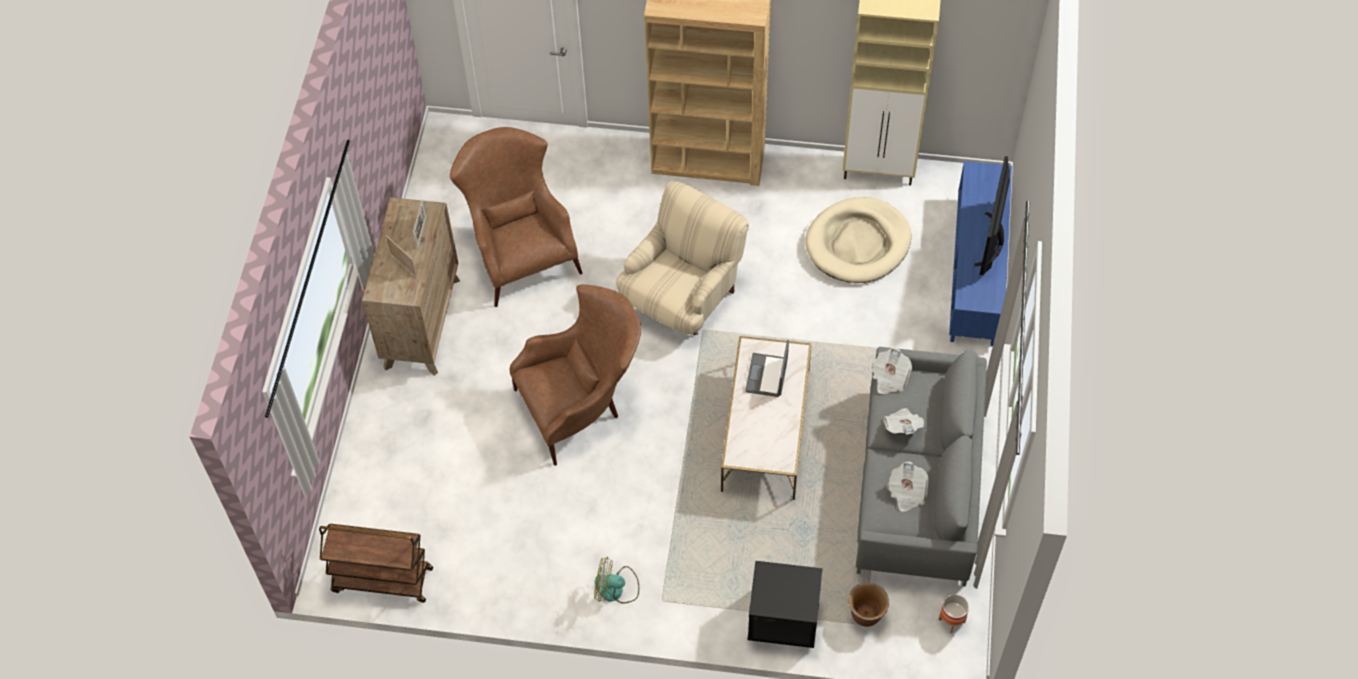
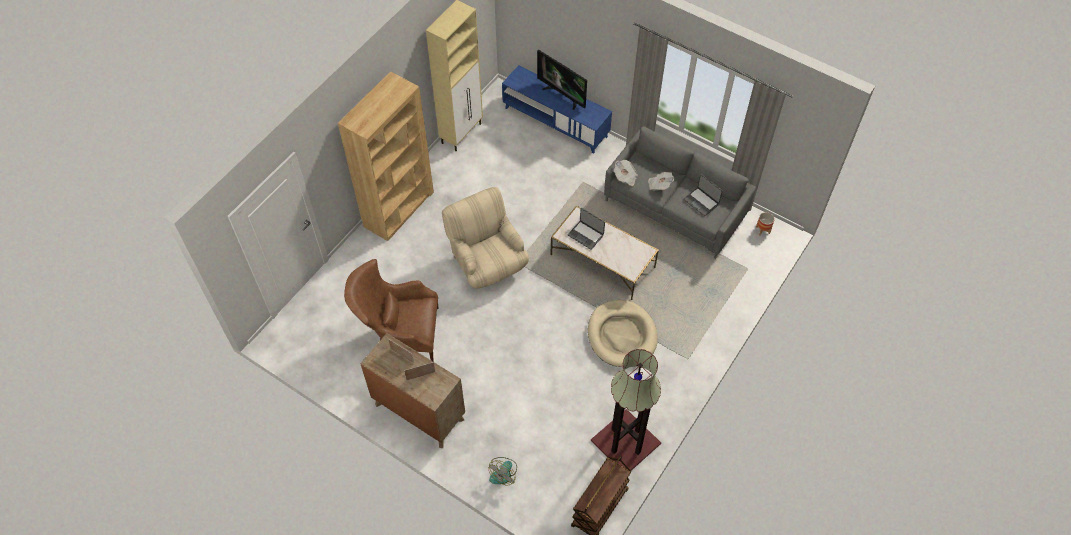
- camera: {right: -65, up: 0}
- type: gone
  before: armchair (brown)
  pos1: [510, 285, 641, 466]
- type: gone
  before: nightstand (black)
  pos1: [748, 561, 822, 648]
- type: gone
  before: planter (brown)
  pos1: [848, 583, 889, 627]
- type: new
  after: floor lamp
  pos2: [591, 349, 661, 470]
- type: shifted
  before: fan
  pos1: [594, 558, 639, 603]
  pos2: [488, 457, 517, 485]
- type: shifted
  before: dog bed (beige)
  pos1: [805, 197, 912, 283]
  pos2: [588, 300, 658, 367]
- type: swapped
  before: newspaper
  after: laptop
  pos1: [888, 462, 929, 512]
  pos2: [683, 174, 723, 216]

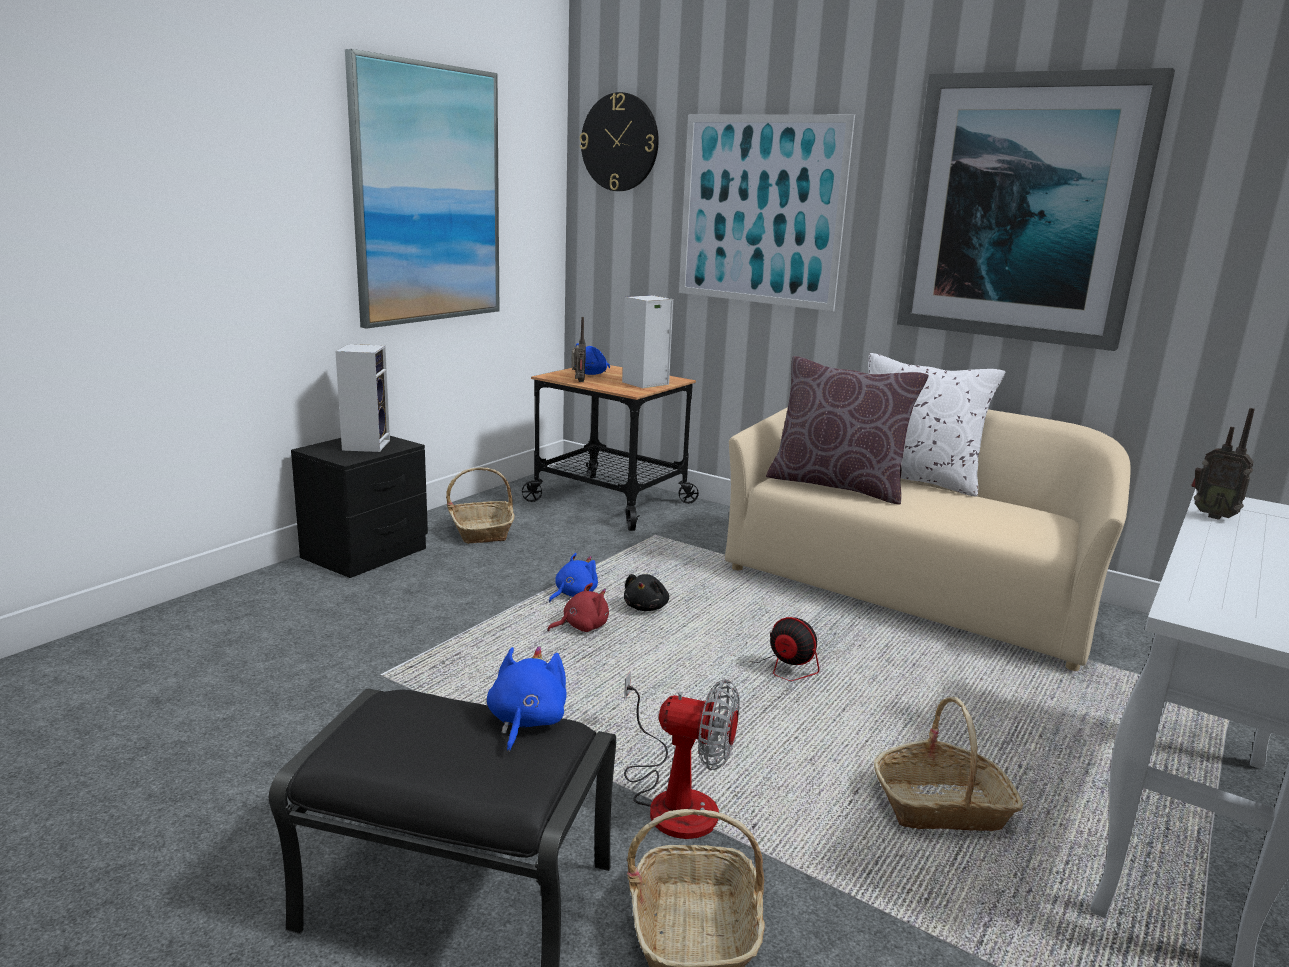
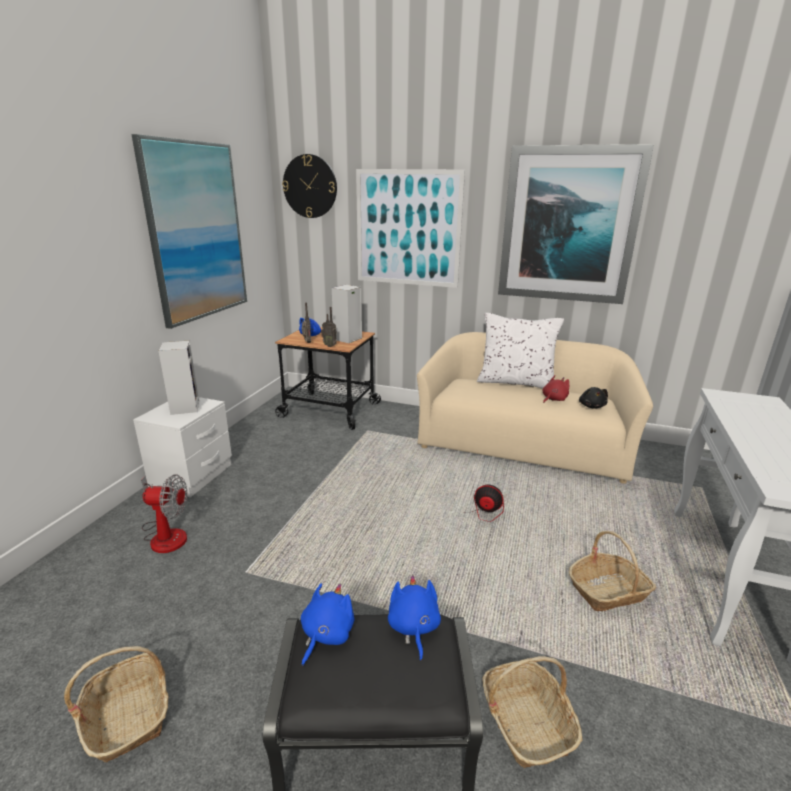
- camera: {right: -15, up: 5}
- type: gone
  before: pillow (brown)
  pos1: [766, 356, 929, 505]
- type: shifted
  before: basket
  pos1: [446, 467, 515, 544]
  pos2: [64, 646, 168, 763]
- type: shifted
  before: plush toy (red)
  pos1: [547, 583, 609, 632]
  pos2: [542, 375, 569, 403]
- type: shifted
  before: plush toy (blue)
  pos1: [549, 553, 598, 603]
  pos2: [301, 583, 355, 666]
- type: shifted
  before: plush toy (black)
  pos1: [624, 574, 669, 611]
  pos2: [579, 387, 608, 409]
- type: shifted
  before: fan
  pos1: [624, 671, 740, 839]
  pos2: [141, 474, 187, 553]
- type: shifted
  before: radio
  pos1: [1191, 408, 1255, 520]
  pos2: [321, 307, 337, 347]
- type: repainted
  before: nightstand (black)
  after: nightstand (white)
  pos1: [291, 436, 428, 578]
  pos2: [133, 397, 232, 498]

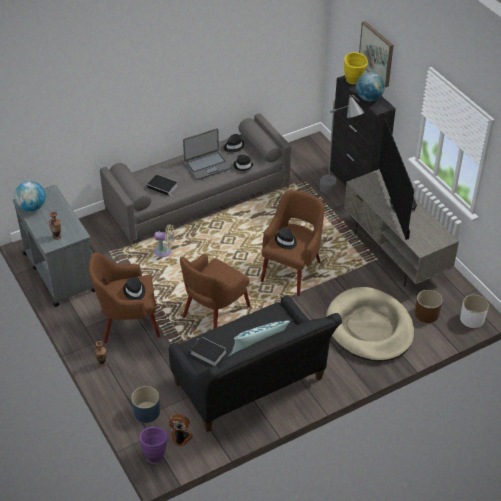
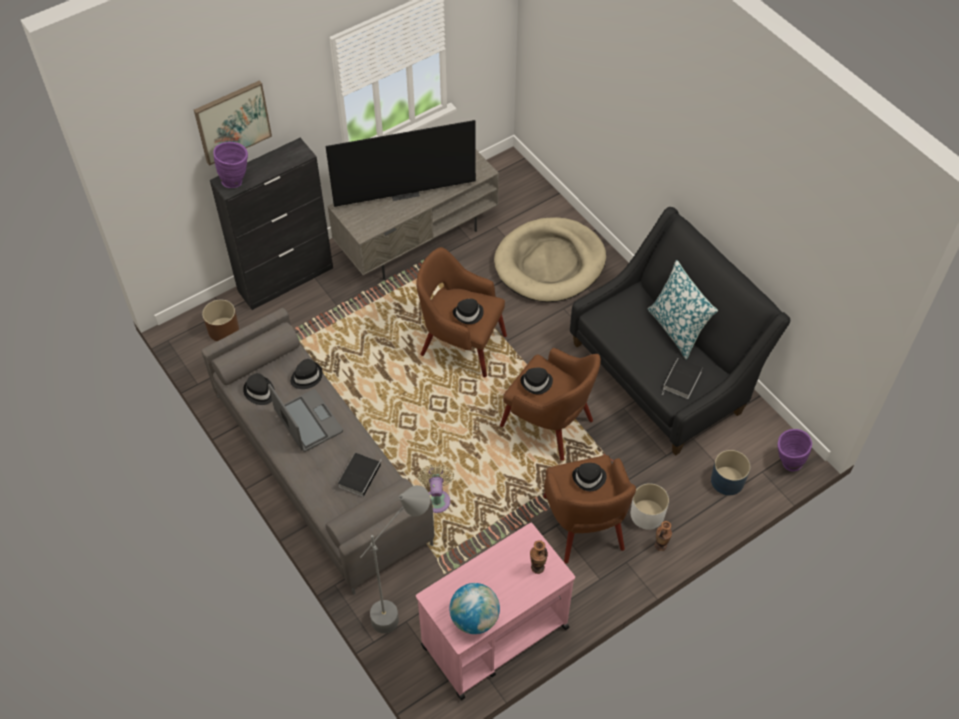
- camera: {right: -95, up: 10}
- type: gone
  before: fan
  pos1: [169, 414, 193, 447]
- type: gone
  before: globe
  pos1: [356, 72, 385, 101]
- type: new
  after: hat (black)
  pos2: [520, 368, 553, 394]
- type: shifted
  before: floor lamp (grey)
  pos1: [320, 95, 364, 194]
  pos2: [360, 485, 430, 634]
- type: shifted
  before: planter (brown)
  pos1: [415, 290, 443, 323]
  pos2: [202, 299, 239, 341]
- type: shifted
  before: planter (white)
  pos1: [460, 295, 489, 328]
  pos2: [631, 483, 669, 530]
- type: repainted
  before: cart (grey)
  after: cart (pink)
  pos1: [13, 185, 95, 307]
  pos2: [416, 523, 575, 700]
- type: repainted
  before: vase (yellow)
  after: vase (purple)
  pos1: [344, 52, 368, 84]
  pos2: [213, 142, 248, 188]

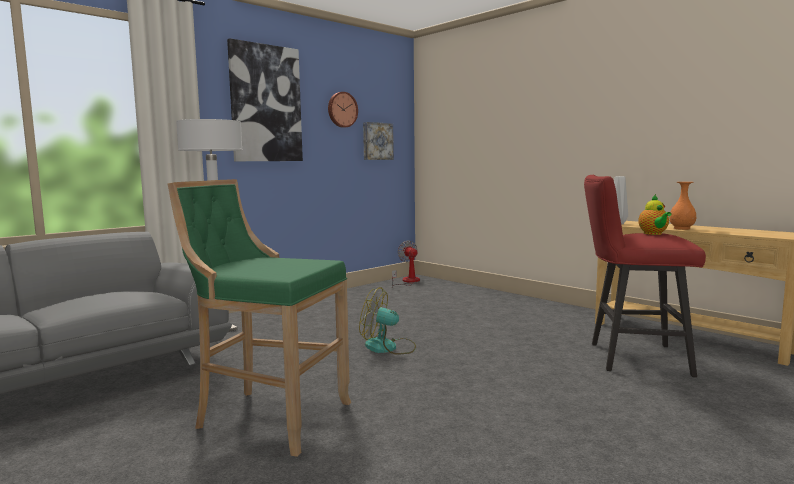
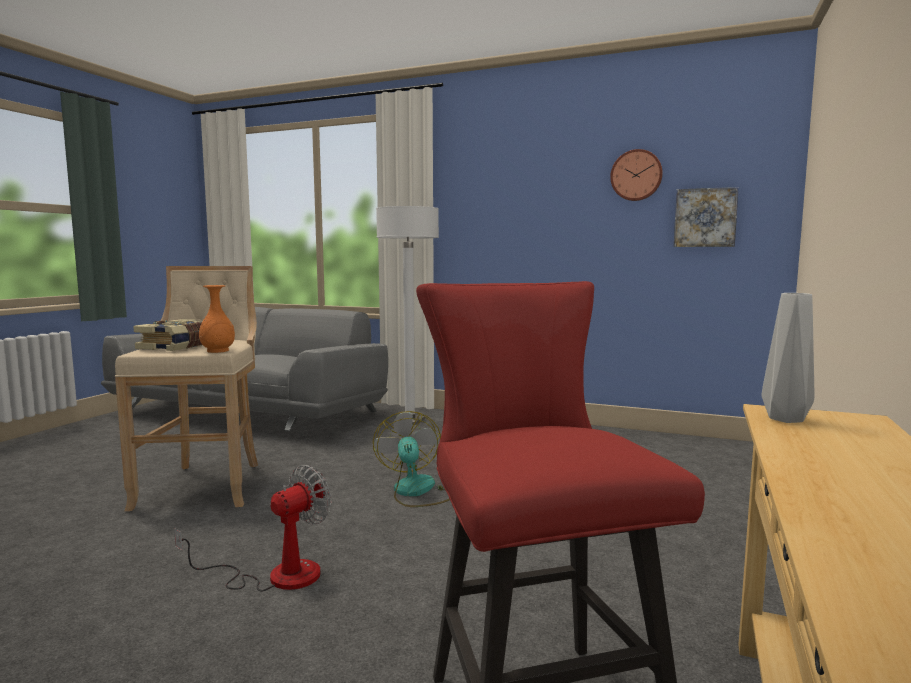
- camera: {right: 65, up: 0}
- type: gone
  before: picture
  pos1: [227, 38, 303, 161]
- type: gone
  before: teapot
  pos1: [638, 194, 672, 235]
- type: new
  after: book
  pos2: [133, 319, 203, 351]
- type: shifted
  before: fan
  pos1: [392, 240, 420, 288]
  pos2: [174, 465, 331, 592]
- type: shifted
  before: vase (orange)
  pos1: [669, 182, 696, 230]
  pos2: [199, 285, 235, 353]
- type: repainted
  before: stool (green)
  after: stool (beige)
  pos1: [168, 179, 351, 457]
  pos2: [115, 266, 258, 511]

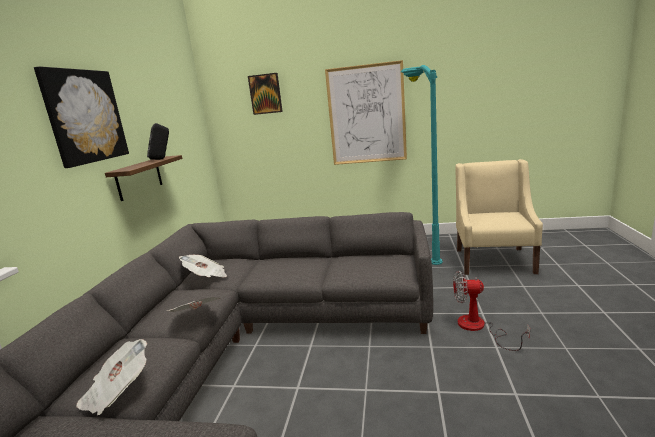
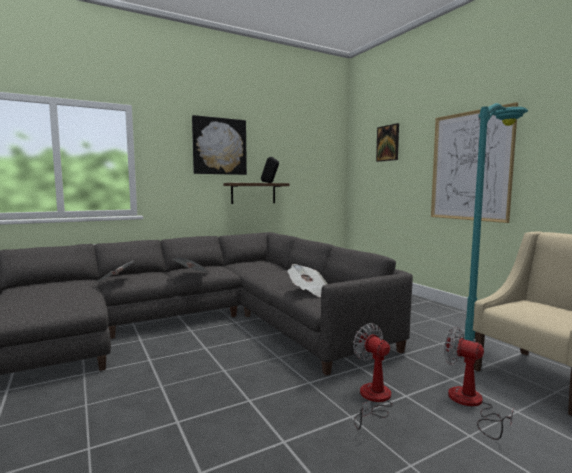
- camera: {right: 50, up: -10}
- type: new
  after: fan
  pos2: [444, 327, 513, 440]
- type: shifted
  before: newspaper
  pos1: [179, 255, 227, 277]
  pos2: [287, 264, 327, 297]

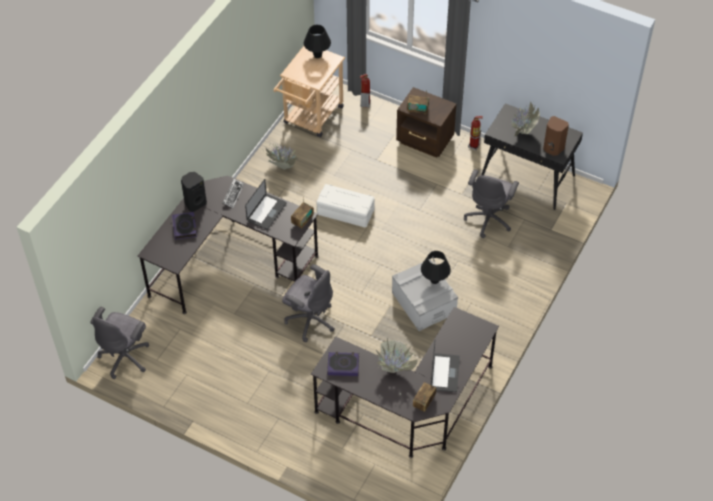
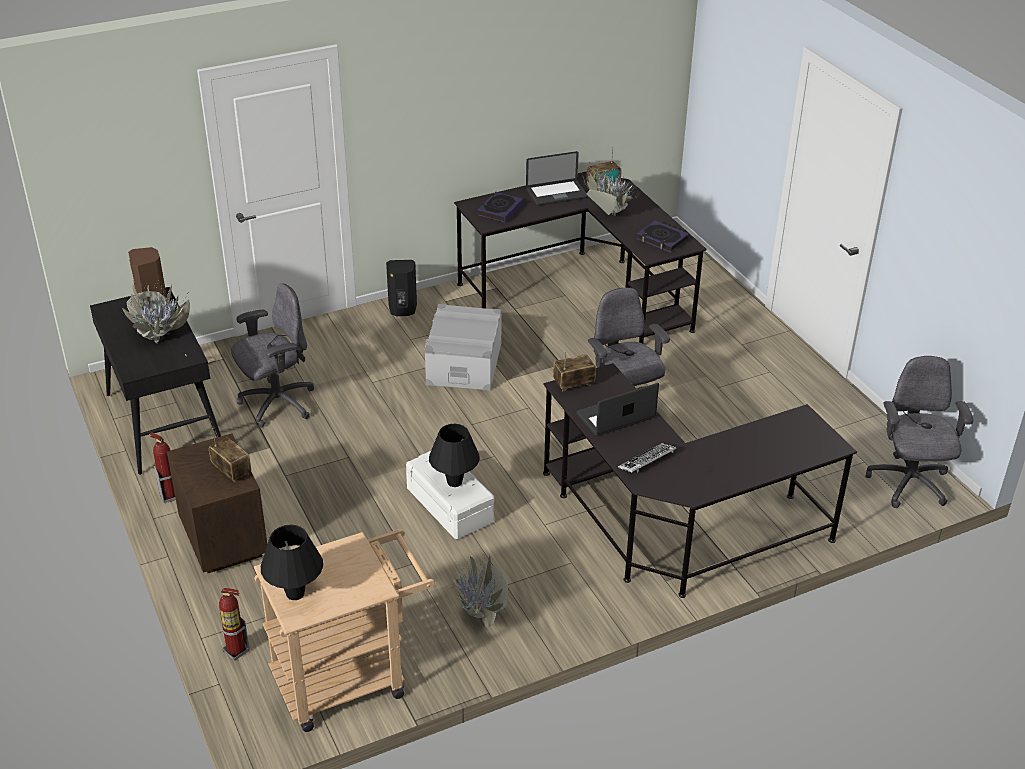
- camera: {right: -145, up: -15}
- type: shifted
  before: book
  pos1: [172, 212, 197, 240]
  pos2: [478, 192, 523, 223]
- type: shifted
  before: speaker (black)
  pos1: [181, 172, 207, 212]
  pos2: [386, 260, 417, 316]
- type: shifted
  before: table lamp (black)
  pos1: [421, 251, 451, 284]
  pos2: [429, 424, 480, 487]
- type: rotated
  before: office chair (grey)
  pos1: [90, 307, 149, 379]
  pos2: [865, 356, 973, 508]
  turn: -60
- type: rotated
  before: laptop
  pos1: [431, 342, 460, 392]
  pos2: [526, 151, 588, 206]
  turn: -150

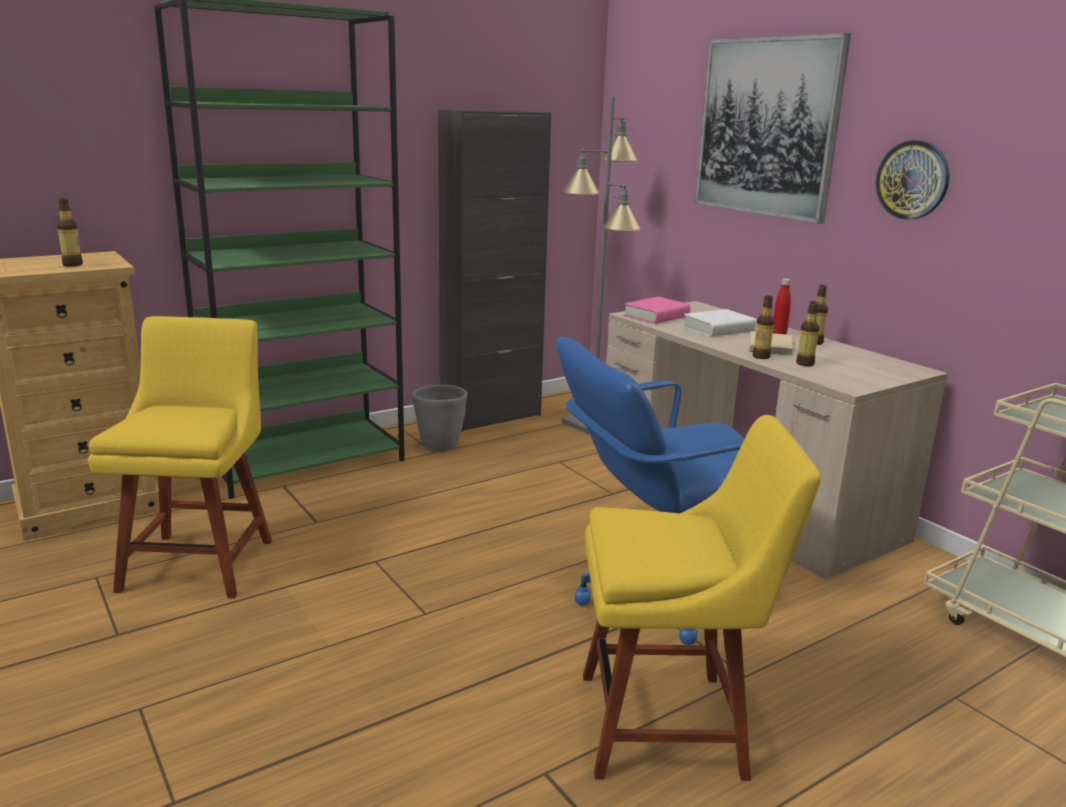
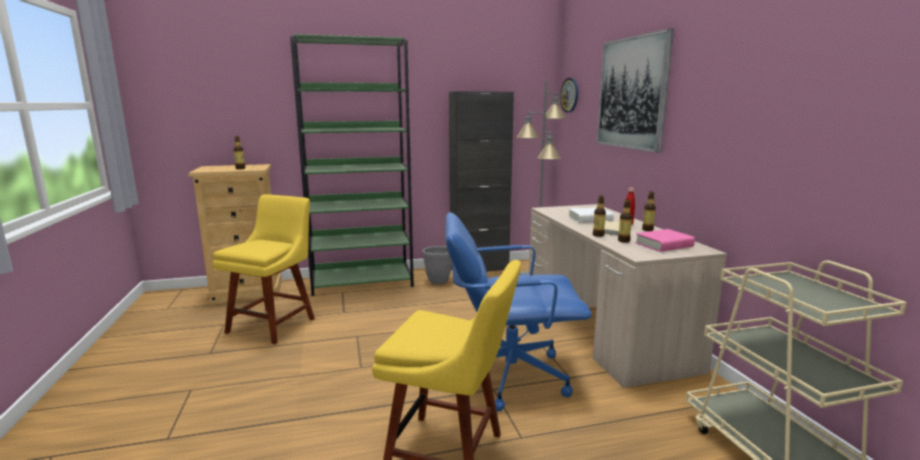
- camera: {right: 20, up: -5}
- type: shifted
  before: book (pink)
  pos1: [623, 297, 690, 324]
  pos2: [635, 229, 695, 252]
- type: shifted
  before: wall clock
  pos1: [876, 140, 950, 220]
  pos2: [560, 78, 578, 113]

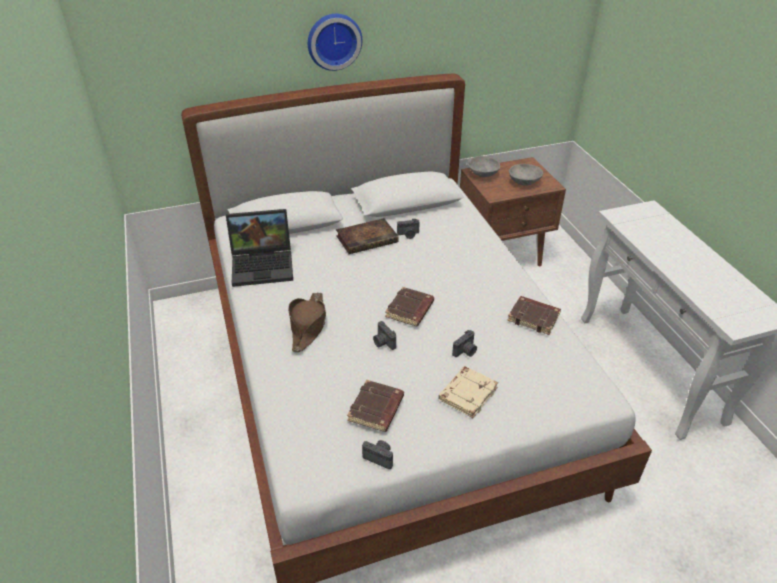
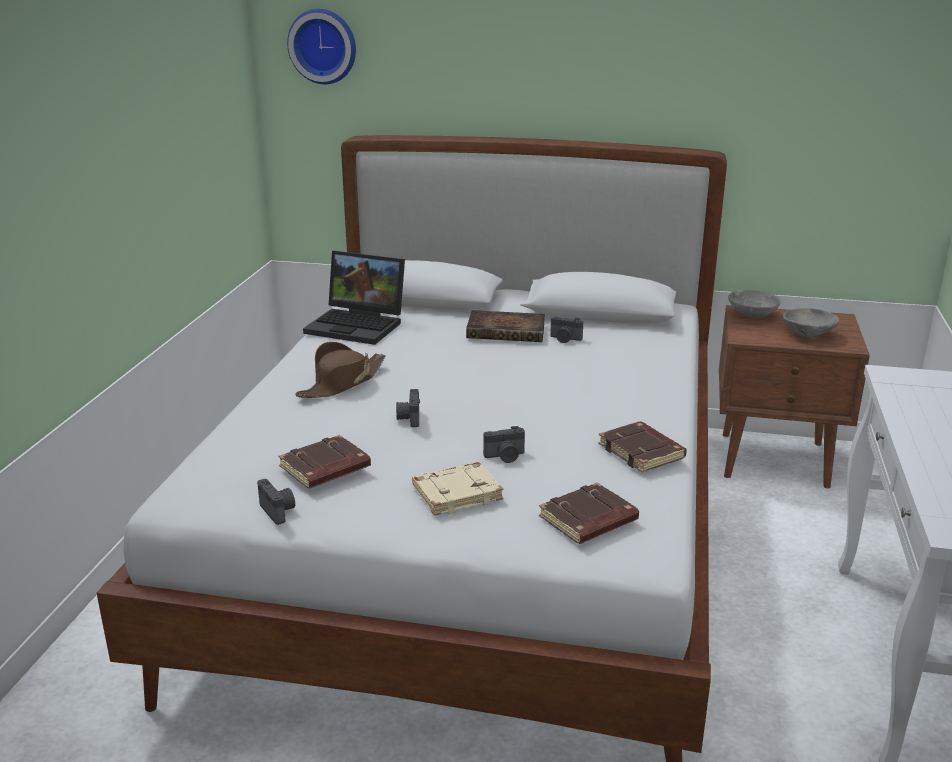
- camera: {right: 30, up: -15}
- type: shifted
  before: wall clock
  pos1: [308, 14, 362, 71]
  pos2: [287, 9, 356, 84]
- type: shifted
  before: book (brown)
  pos1: [385, 287, 434, 326]
  pos2: [539, 482, 639, 544]

